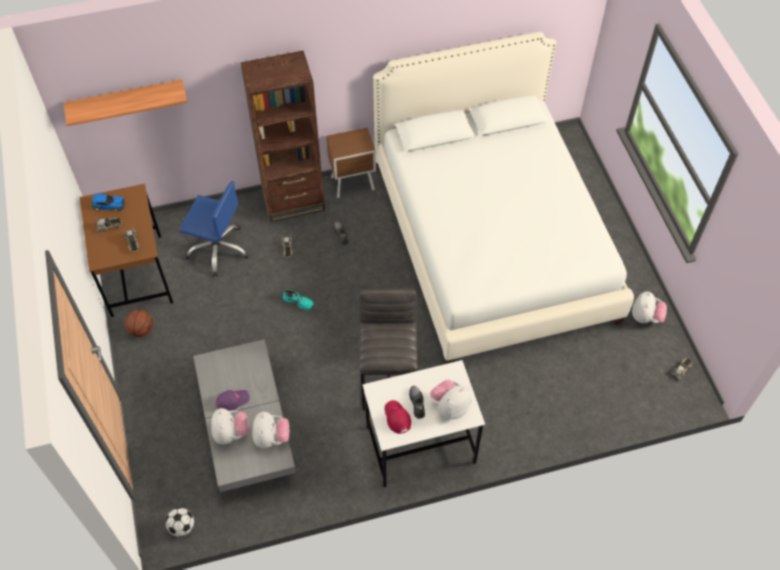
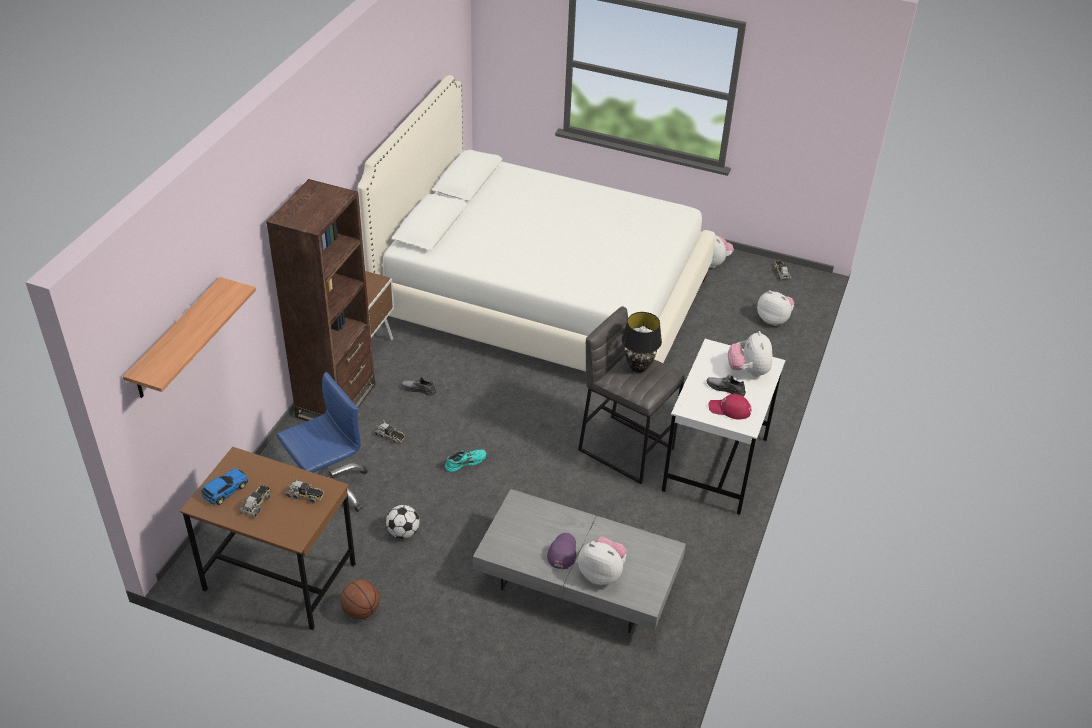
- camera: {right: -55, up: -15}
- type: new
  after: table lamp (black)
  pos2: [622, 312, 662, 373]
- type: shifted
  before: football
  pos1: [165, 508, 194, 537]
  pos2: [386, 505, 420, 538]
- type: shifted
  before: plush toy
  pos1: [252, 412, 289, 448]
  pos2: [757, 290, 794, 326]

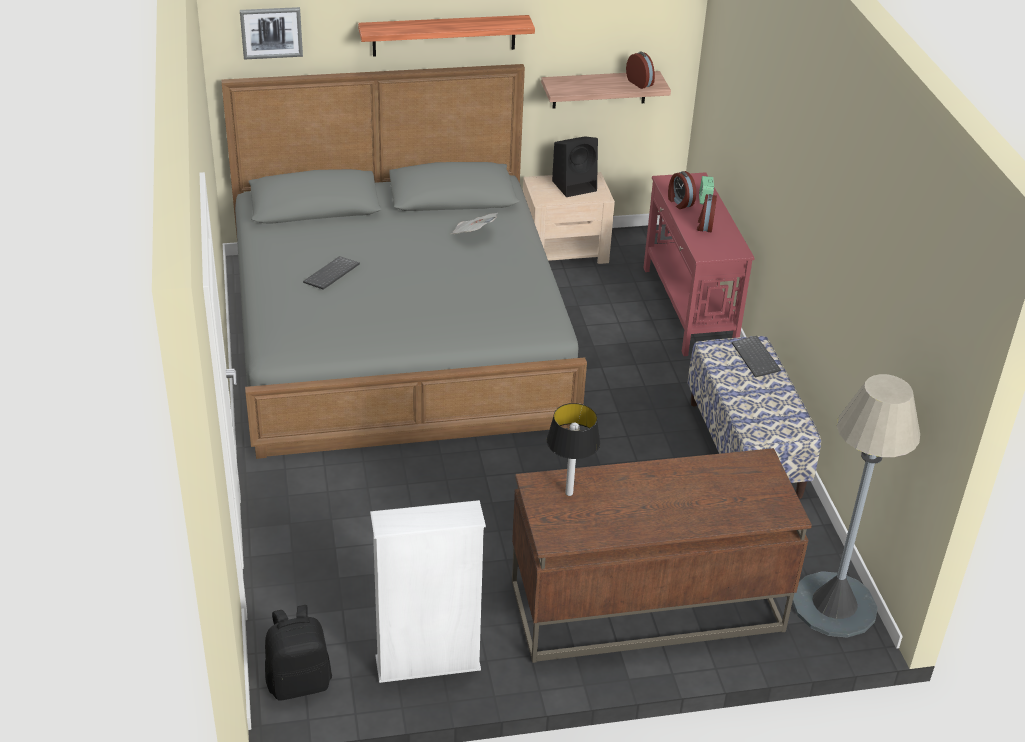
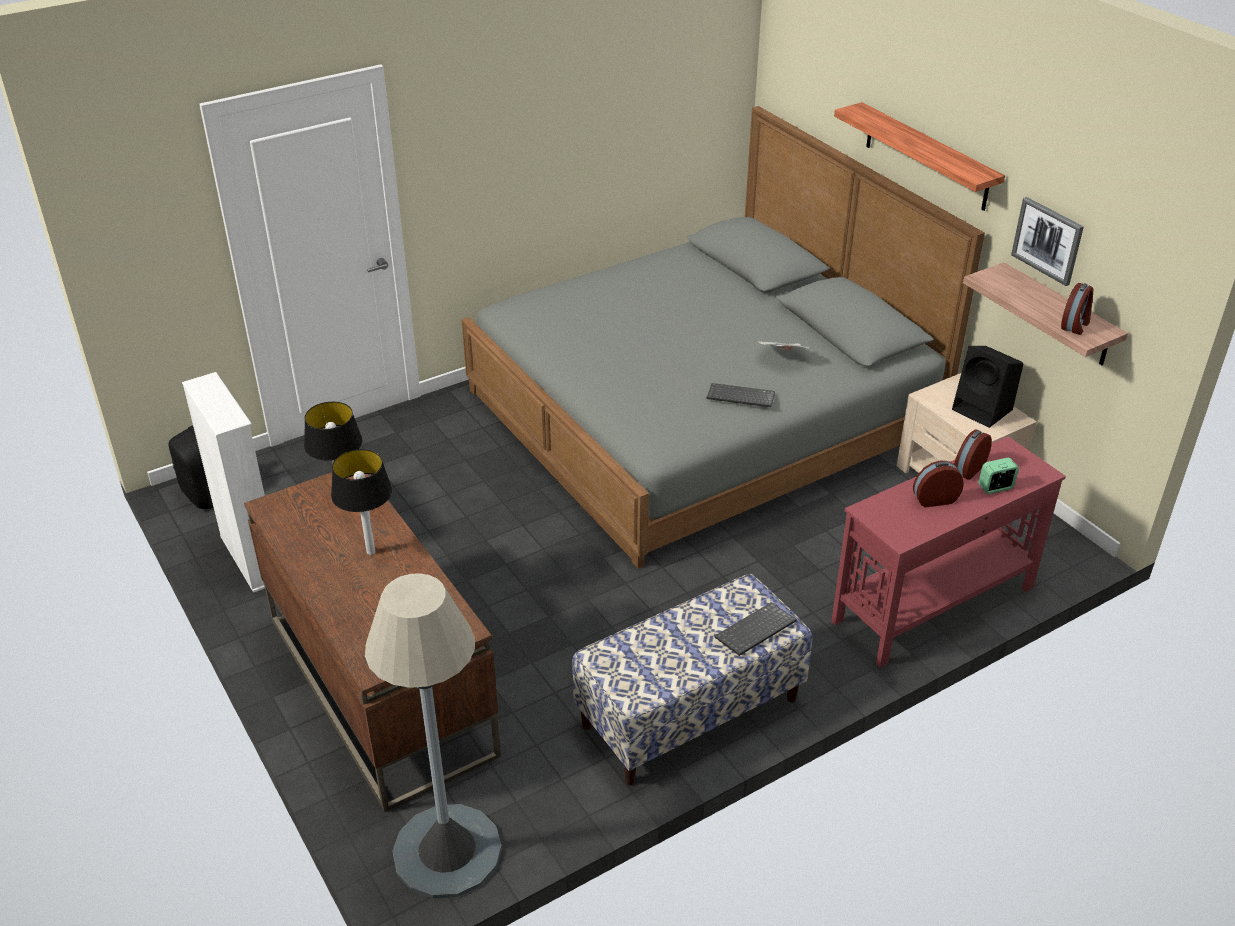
- camera: {right: 70, up: 0}
- type: new
  after: table lamp
  pos2: [331, 449, 392, 555]
- type: shifted
  before: picture
  pos1: [240, 7, 303, 59]
  pos2: [1011, 197, 1084, 286]
- type: shifted
  before: keyboard
  pos1: [303, 256, 360, 290]
  pos2: [706, 383, 775, 407]

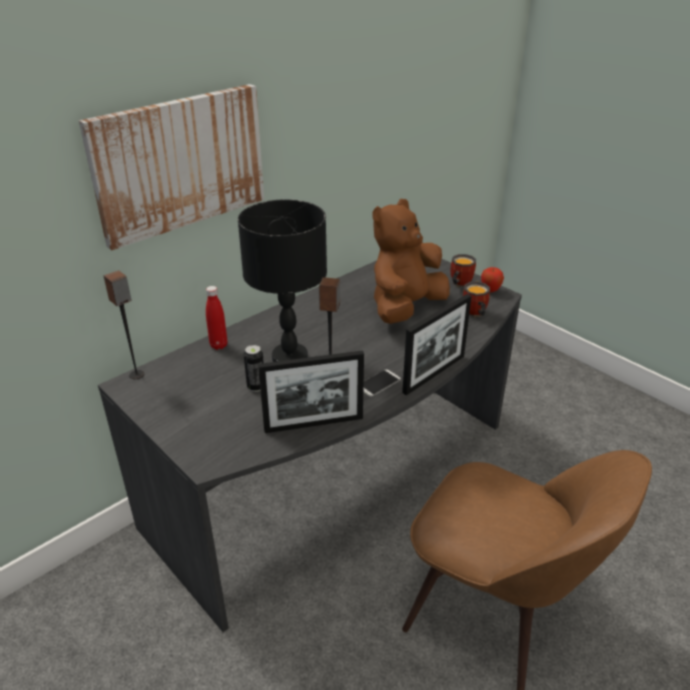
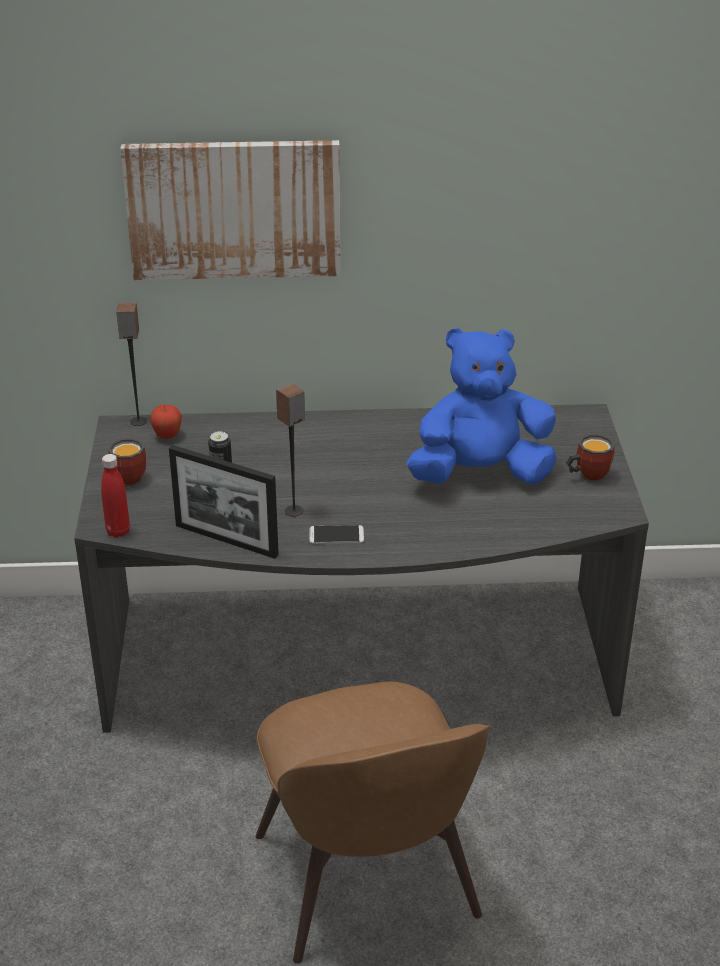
- camera: {right: 40, up: 0}
- type: gone
  before: table lamp (black)
  pos1: [238, 199, 327, 362]
- type: gone
  before: picture frame
  pos1: [402, 294, 471, 396]
- type: shifted
  before: bottle (red)
  pos1: [206, 286, 227, 350]
  pos2: [101, 454, 130, 538]
- type: shifted
  before: mug
  pos1: [463, 282, 490, 317]
  pos2: [108, 438, 146, 487]
- type: shifted
  before: apple
  pos1: [481, 267, 504, 293]
  pos2: [150, 405, 182, 439]
- type: repainted
  before: plush toy (brown)
  after: plush toy (blue)
  pos1: [372, 199, 450, 324]
  pos2: [407, 327, 557, 484]

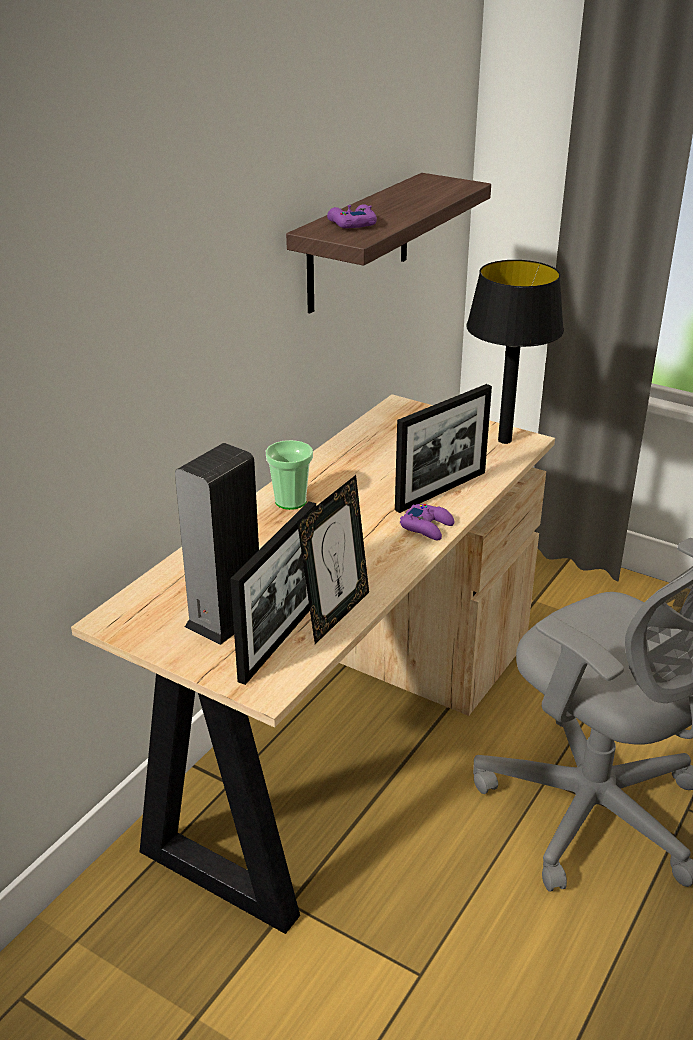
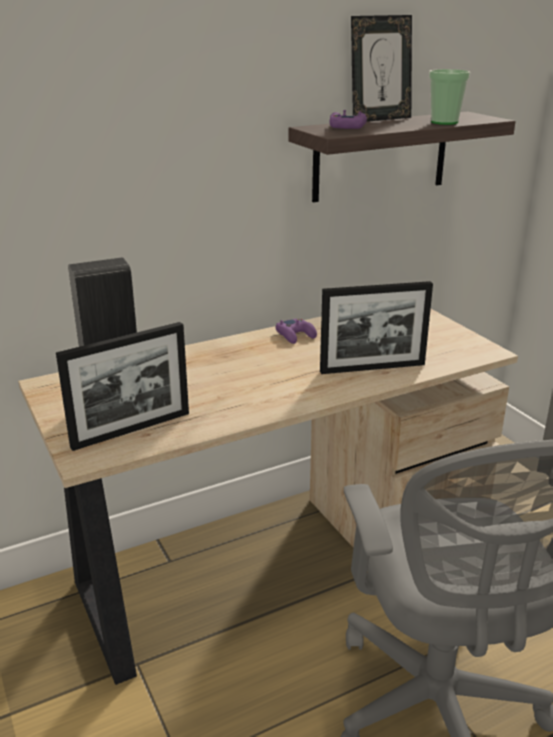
- camera: {right: 30, up: -5}
- type: gone
  before: table lamp (black)
  pos1: [467, 260, 564, 444]
- type: shifted
  before: cup
  pos1: [266, 440, 313, 510]
  pos2: [429, 69, 470, 125]
- type: shifted
  before: picture frame
  pos1: [297, 475, 369, 644]
  pos2: [351, 15, 412, 122]
- type: shifted
  before: game controller (purple)
  pos1: [400, 504, 454, 540]
  pos2: [276, 319, 317, 344]

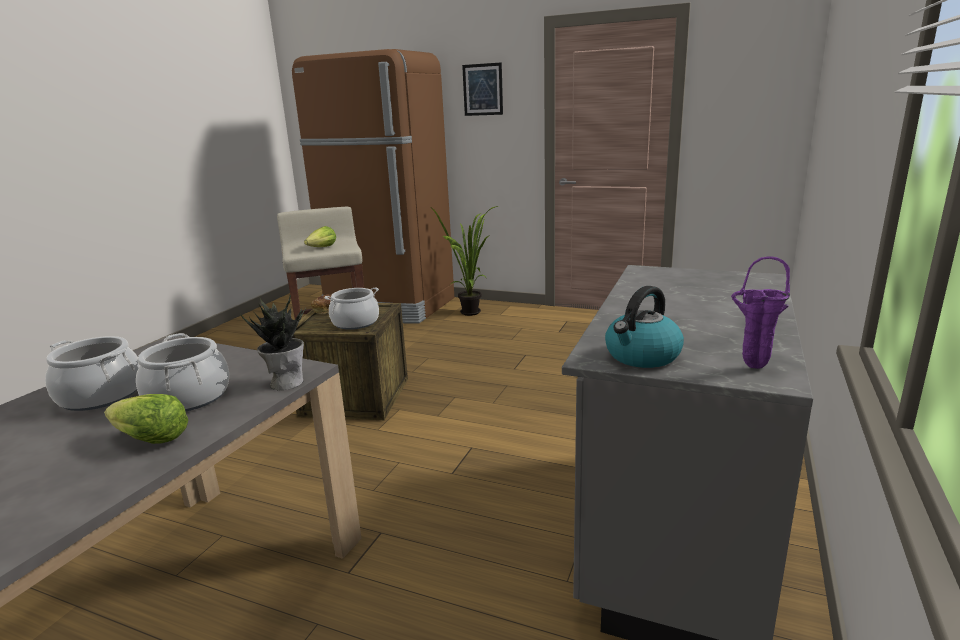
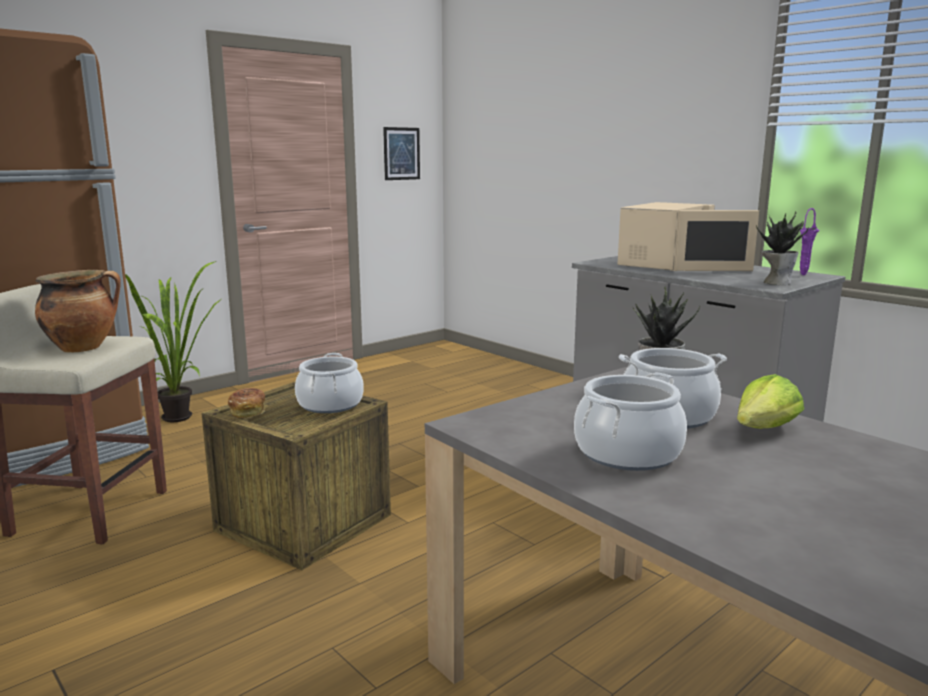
- camera: {right: -65, up: -5}
- type: new
  after: microwave (beige)
  pos2: [617, 202, 759, 271]
- type: shifted
  before: picture
  pos1: [462, 62, 503, 116]
  pos2: [383, 127, 420, 180]
- type: swapped
  before: lettuce
  after: cooking pot
  pos1: [304, 226, 336, 247]
  pos2: [35, 270, 121, 352]
- type: swapped
  before: kettle
  after: potted plant
  pos1: [605, 286, 684, 368]
  pos2: [756, 212, 809, 285]

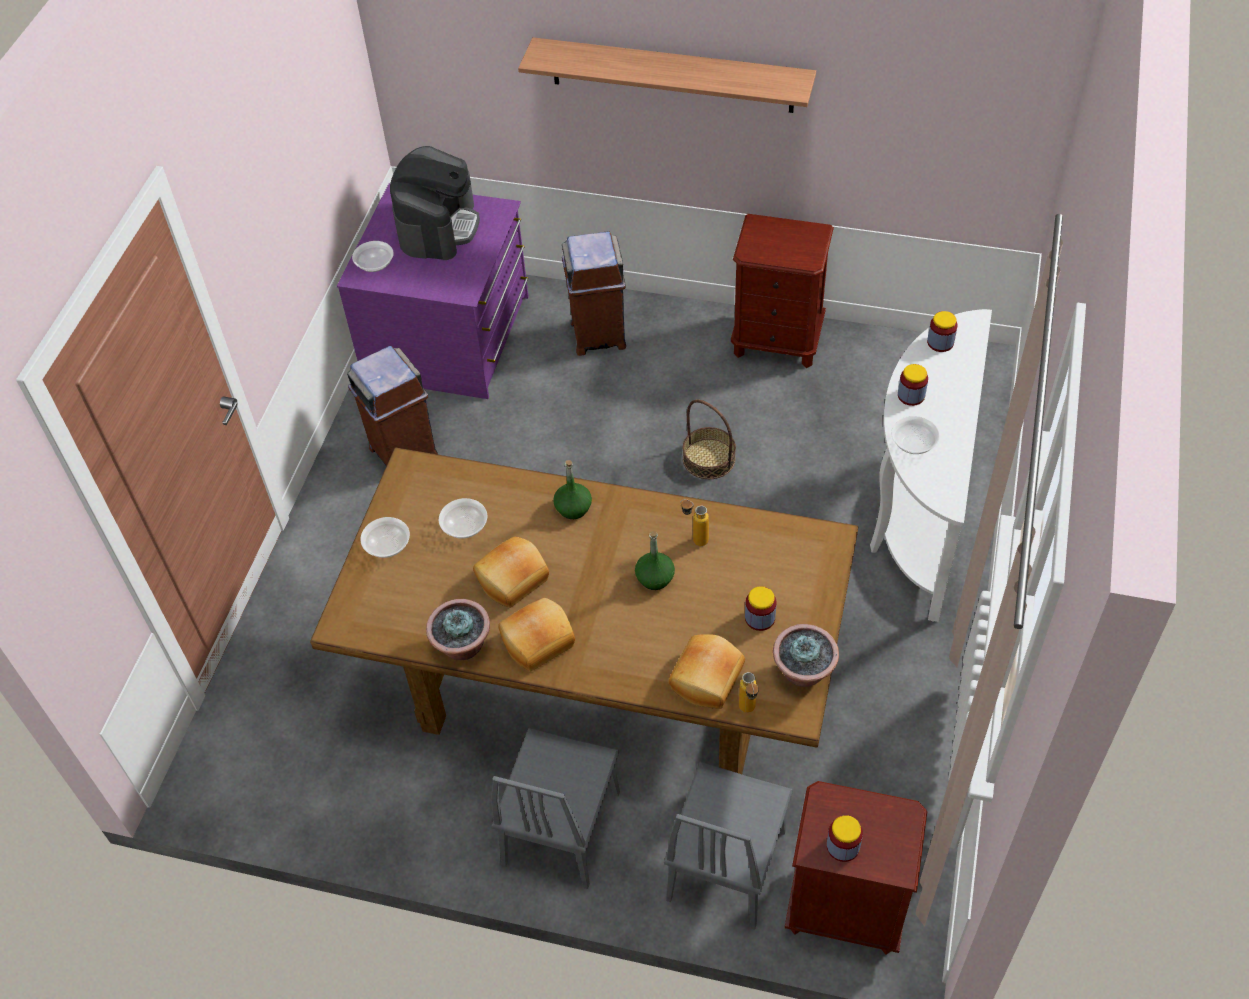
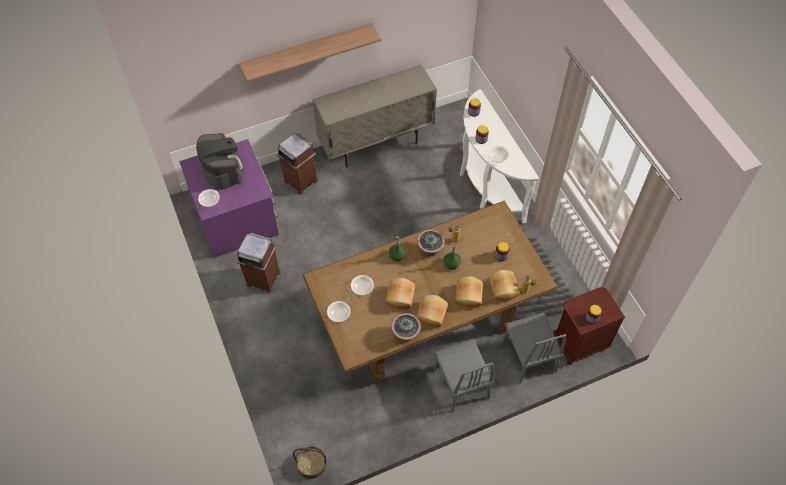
- camera: {right: -40, up: 5}
- type: new
  after: bread
  pos2: [455, 276, 483, 308]
- type: shifted
  before: basket
  pos1: [683, 399, 736, 479]
  pos2: [293, 447, 327, 479]
- type: shifted
  before: potted plant
  pos1: [773, 624, 839, 687]
  pos2: [417, 230, 445, 256]
- type: swapped
  before: nightstand (brown)
  after: cabinet (beige)
  pos1: [731, 214, 834, 368]
  pos2: [313, 64, 437, 167]

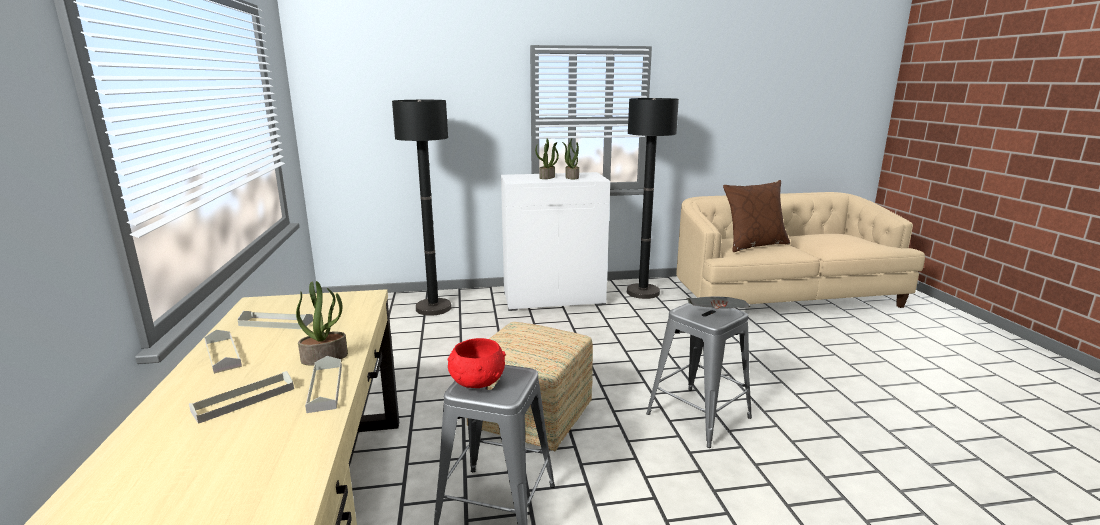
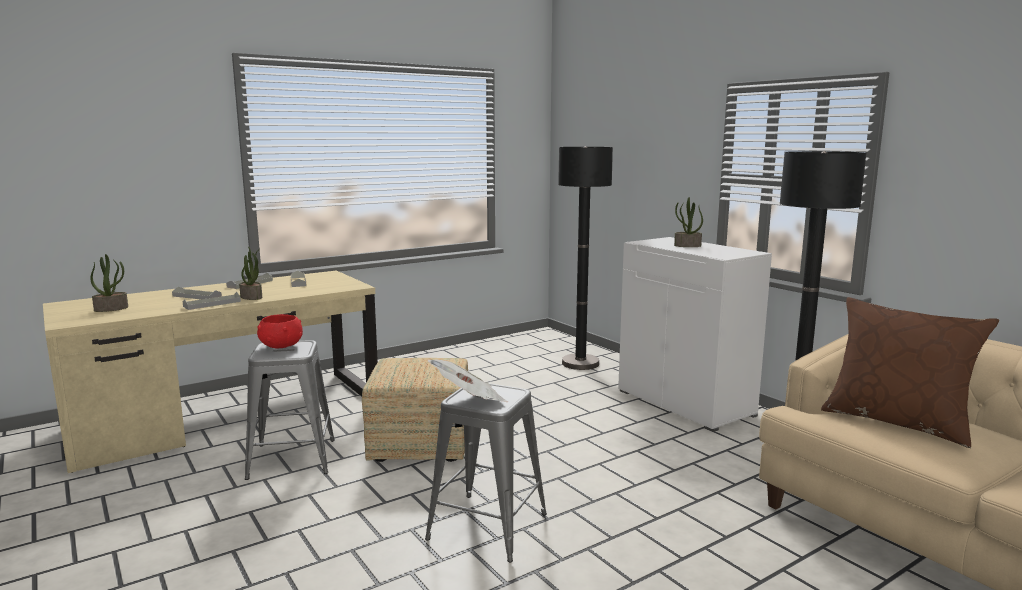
- camera: {right: 65, up: -5}
- type: shifted
  before: potted plant
  pos1: [562, 139, 579, 179]
  pos2: [90, 254, 128, 312]

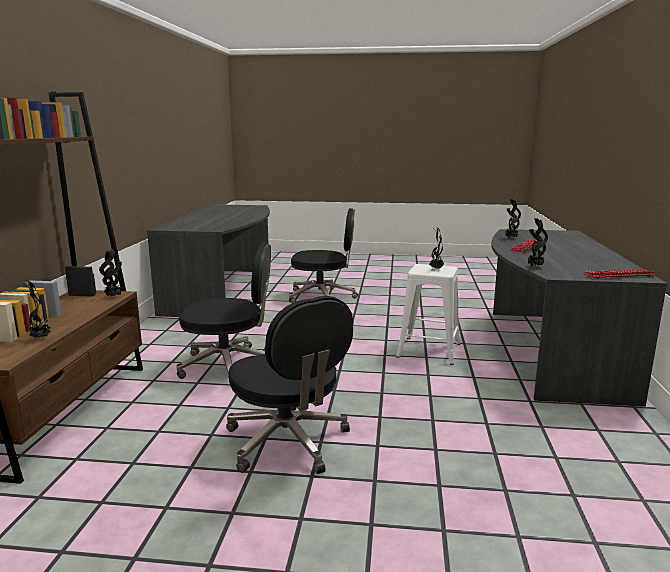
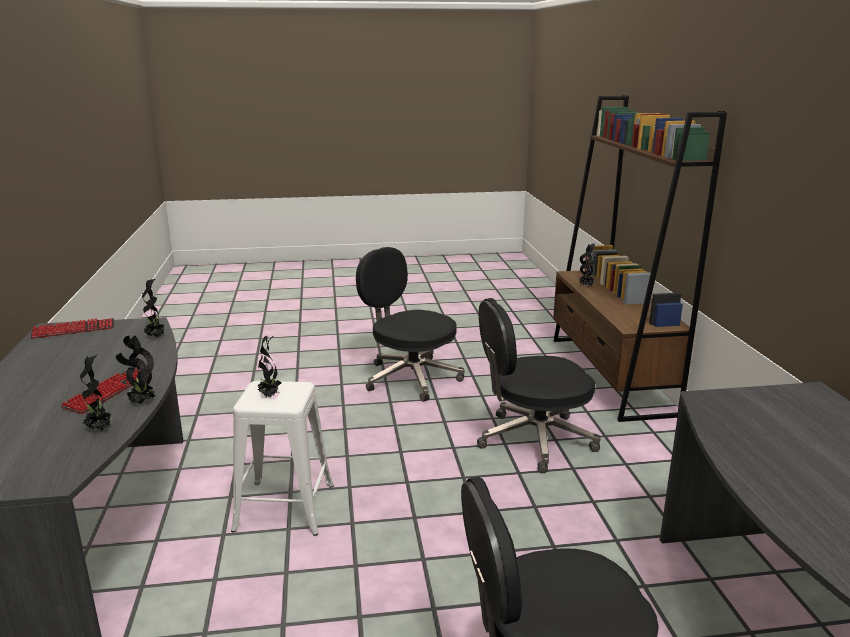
- camera: {right: 165, up: 5}
- type: shifted
  before: potted plant
  pos1: [99, 249, 122, 297]
  pos2: [116, 336, 155, 404]

